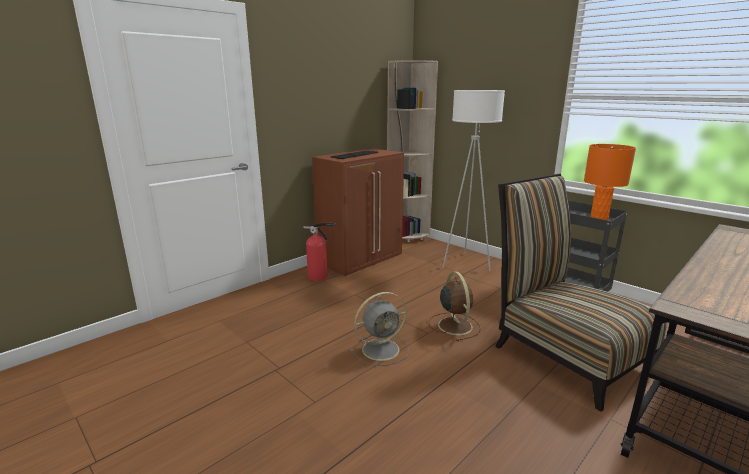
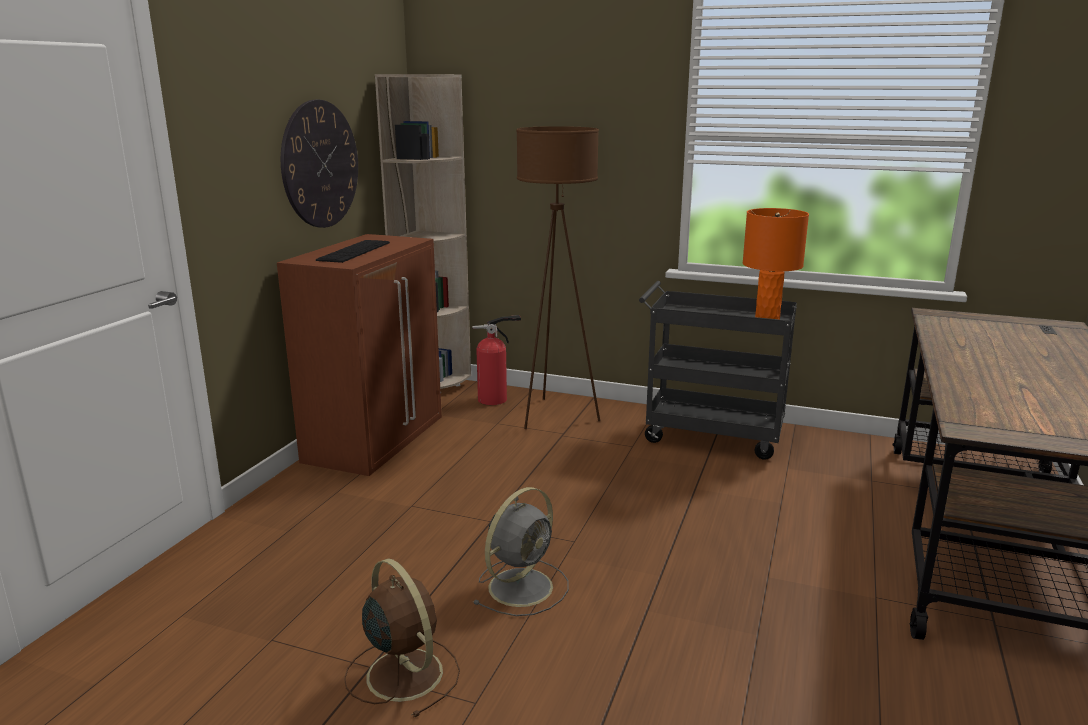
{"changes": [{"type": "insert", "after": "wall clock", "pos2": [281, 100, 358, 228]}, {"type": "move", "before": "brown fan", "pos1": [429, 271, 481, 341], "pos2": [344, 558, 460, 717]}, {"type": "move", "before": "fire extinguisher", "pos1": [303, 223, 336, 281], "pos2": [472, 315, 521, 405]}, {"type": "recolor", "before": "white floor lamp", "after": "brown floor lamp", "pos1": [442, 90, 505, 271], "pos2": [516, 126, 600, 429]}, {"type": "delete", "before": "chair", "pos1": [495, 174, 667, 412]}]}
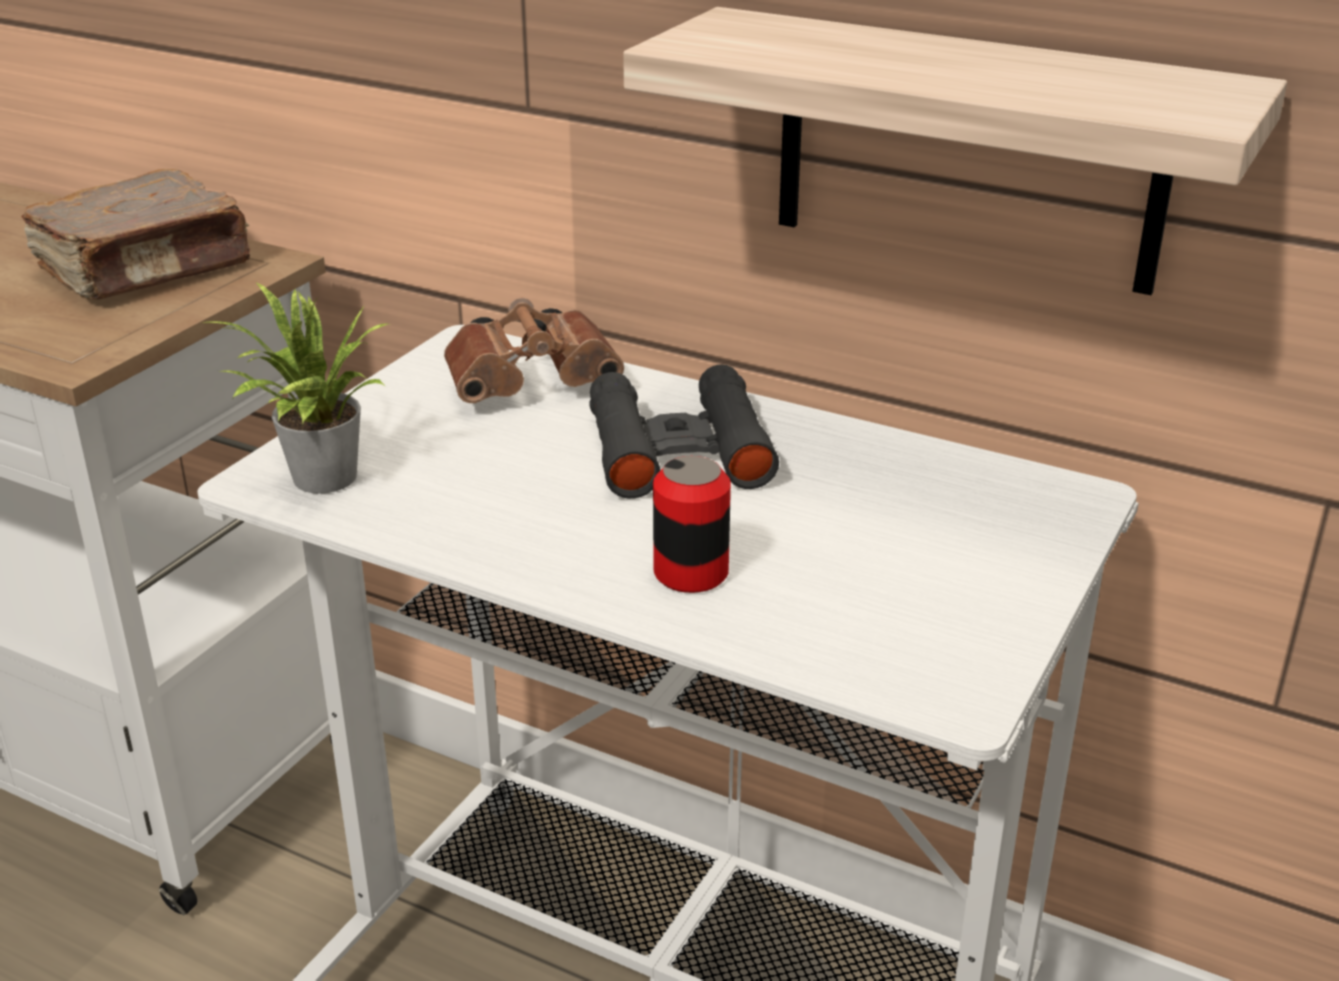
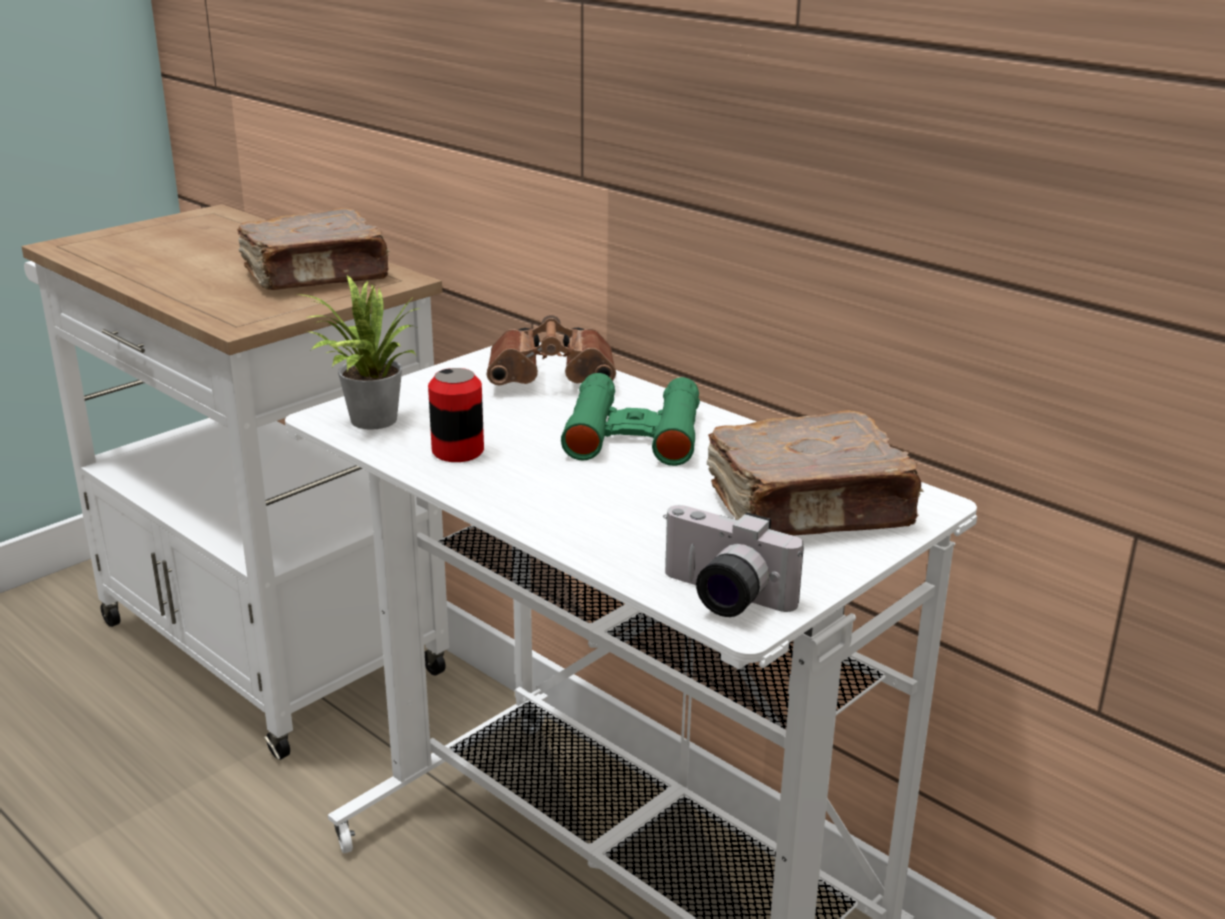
{"changes": [{"type": "move", "before": "can", "pos1": [653, 456, 731, 593], "pos2": [428, 368, 484, 462]}, {"type": "recolor", "before": "black binoculars", "after": "green binoculars", "pos1": [589, 365, 779, 499], "pos2": [561, 373, 700, 466]}, {"type": "insert", "after": "photo camera", "pos2": [663, 505, 804, 617]}, {"type": "insert", "after": "brown book", "pos2": [707, 410, 924, 536]}, {"type": "delete", "before": "shelf", "pos1": [623, 7, 1287, 295]}]}
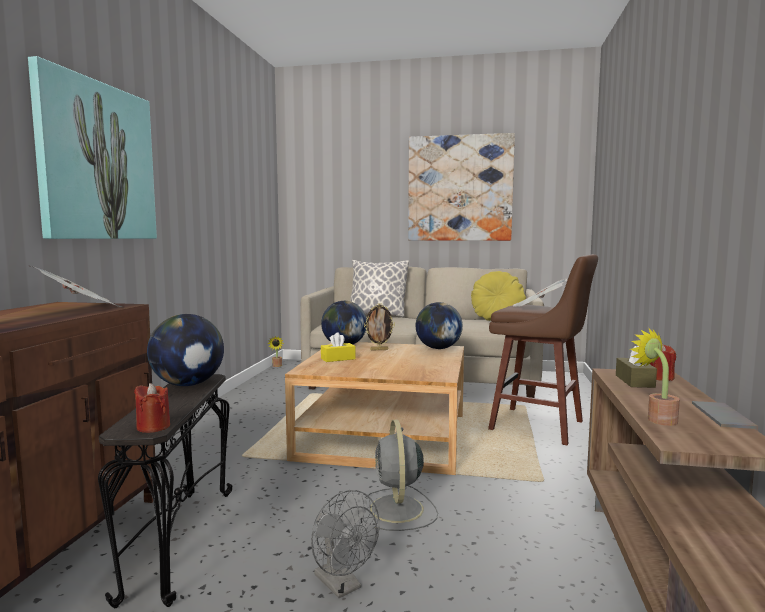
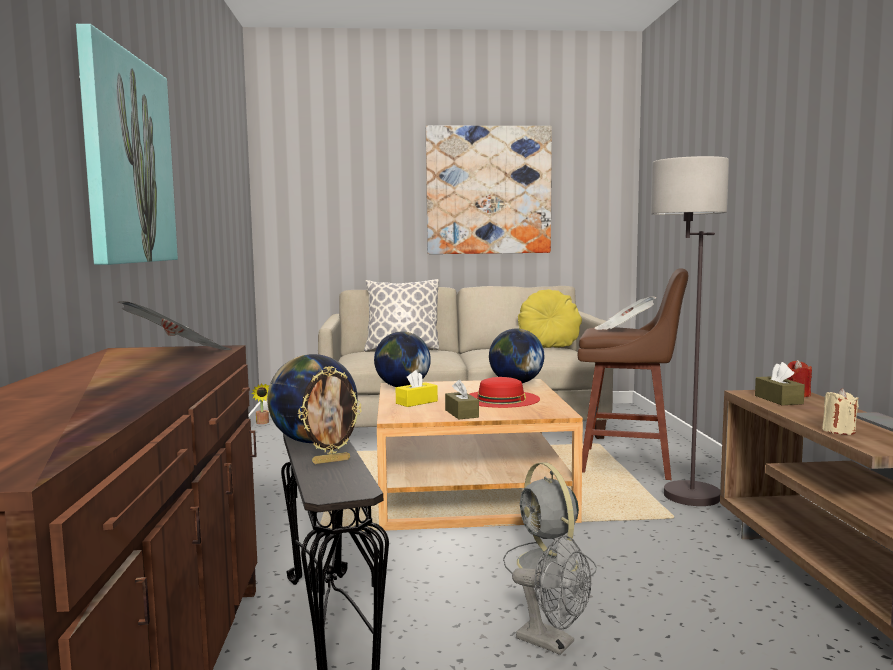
{"changes": [{"type": "move", "before": "picture frame", "pos1": [364, 303, 395, 351], "pos2": [298, 366, 362, 464]}, {"type": "insert", "after": "brown tissue box", "pos2": [445, 380, 479, 419]}, {"type": "insert", "after": "red hat", "pos2": [470, 377, 540, 408]}, {"type": "insert", "after": "grey floor lamp", "pos2": [651, 156, 729, 506]}, {"type": "replace", "before": "potted plant", "after": "beige candle", "pos1": [630, 329, 680, 426], "pos2": [822, 388, 859, 435]}, {"type": "delete", "before": "red candle", "pos1": [134, 383, 170, 433]}]}
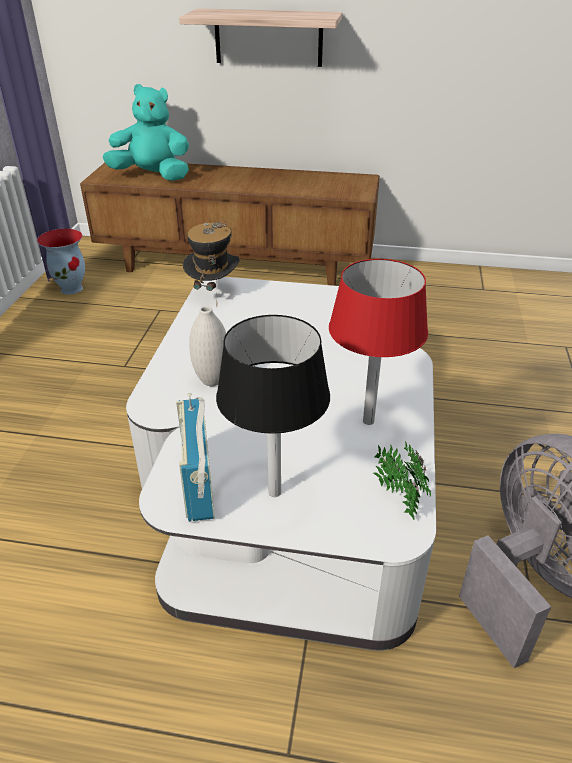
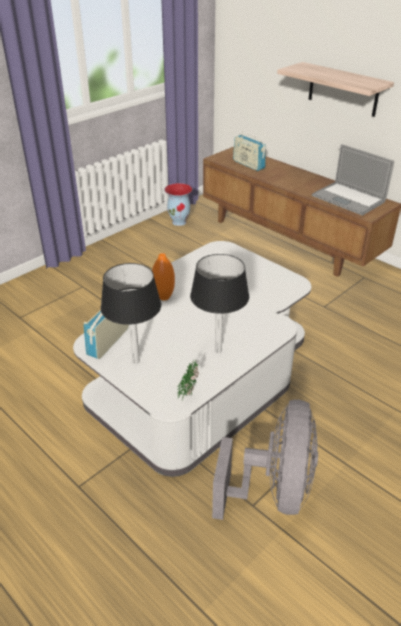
{"changes": [{"type": "recolor", "before": "white vase", "after": "orange vase", "pos1": [189, 306, 226, 386], "pos2": [152, 253, 175, 301]}, {"type": "recolor", "before": "red table lamp", "after": "black table lamp", "pos1": [329, 259, 428, 425], "pos2": [190, 254, 249, 353]}, {"type": "replace", "before": "turquoise plush toy", "after": "radio", "pos1": [103, 84, 189, 181], "pos2": [233, 130, 266, 171]}, {"type": "insert", "after": "laptop", "pos2": [312, 144, 394, 215]}, {"type": "delete", "before": "hat", "pos1": [183, 221, 240, 305]}]}
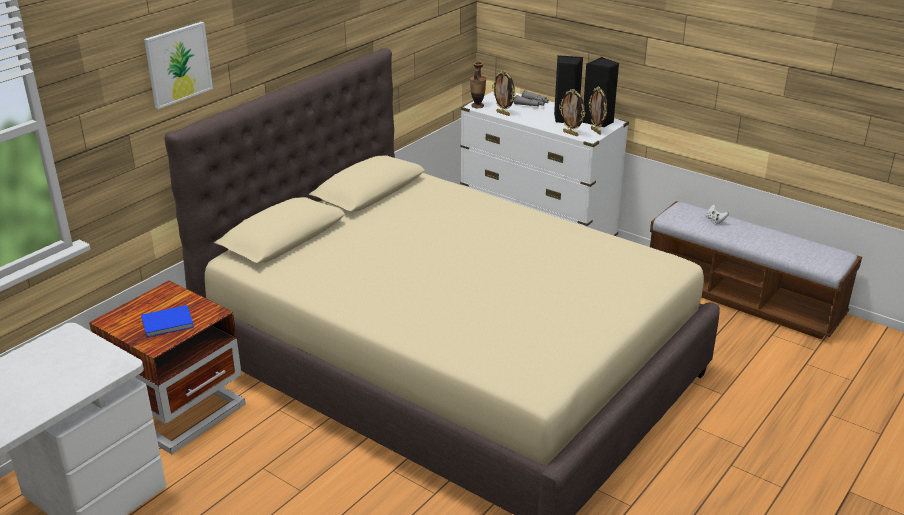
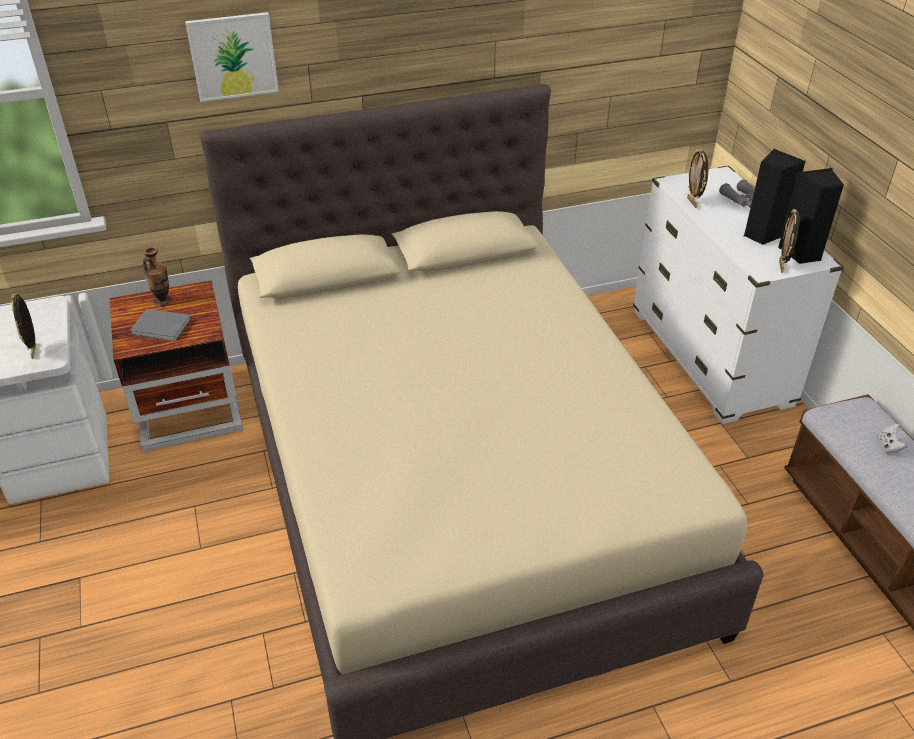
{"changes": [{"type": "move", "before": "picture frame", "pos1": [559, 89, 585, 136], "pos2": [11, 294, 36, 359]}, {"type": "recolor", "before": "blue book", "after": "grey book", "pos1": [141, 305, 194, 338], "pos2": [130, 309, 191, 342]}, {"type": "move", "before": "vase", "pos1": [470, 62, 486, 108], "pos2": [143, 247, 172, 307]}]}
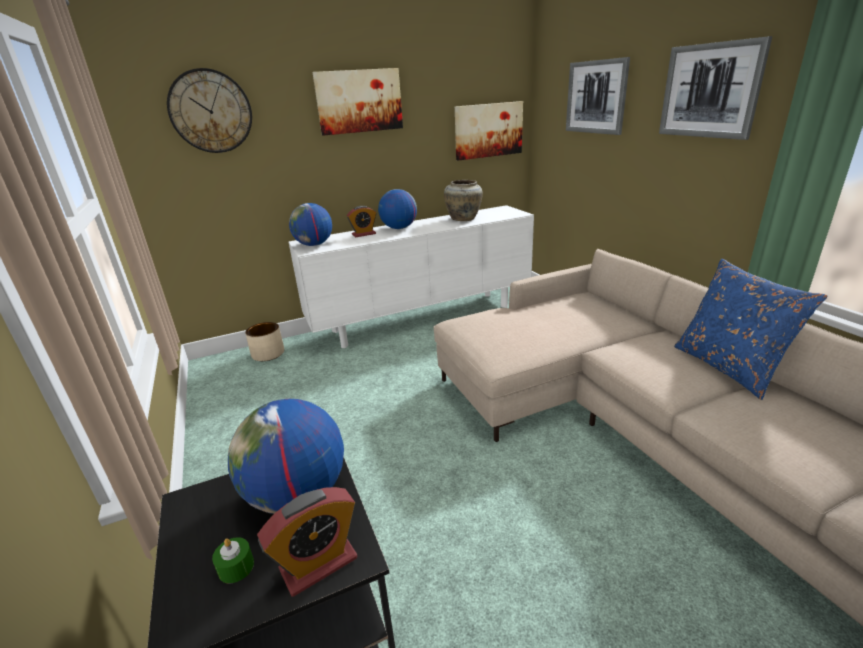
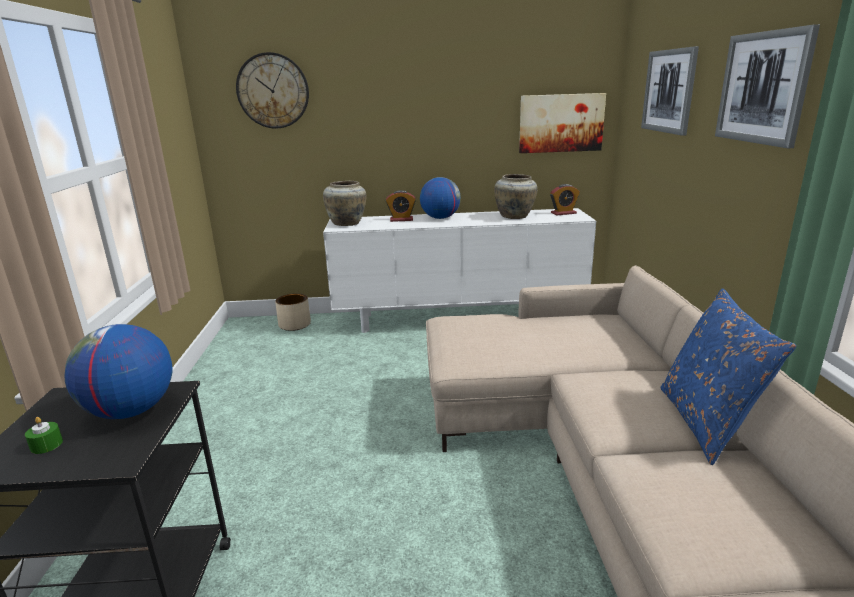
{"changes": [{"type": "replace", "before": "globe", "after": "beige vase", "pos1": [289, 203, 332, 246], "pos2": [323, 181, 366, 226]}, {"type": "move", "before": "alarm clock", "pos1": [257, 487, 358, 597], "pos2": [550, 184, 580, 216]}, {"type": "delete", "before": "picture", "pos1": [312, 68, 403, 136]}]}
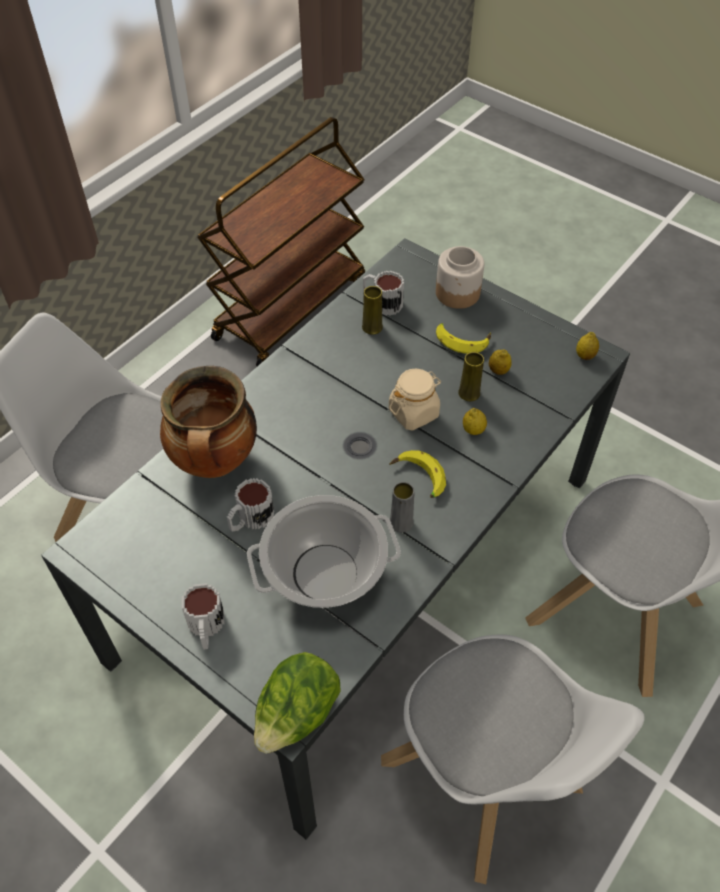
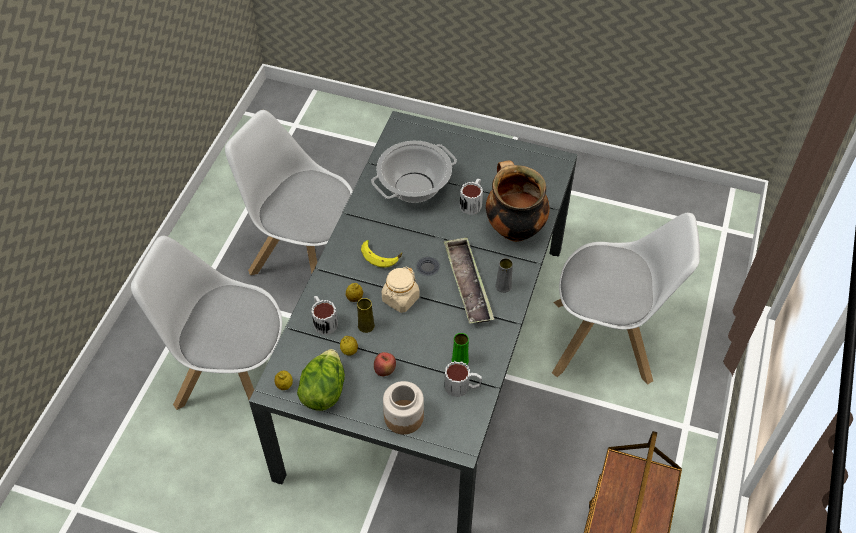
{"changes": [{"type": "move", "before": "lettuce", "pos1": [254, 652, 340, 754], "pos2": [297, 349, 345, 411]}, {"type": "move", "before": "mug", "pos1": [182, 583, 224, 650], "pos2": [311, 296, 338, 335]}, {"type": "replace", "before": "banana", "after": "apple", "pos1": [436, 323, 491, 354], "pos2": [374, 352, 396, 376]}, {"type": "insert", "after": "tray", "pos2": [444, 237, 494, 323]}, {"type": "recolor", "before": "yellow vase", "after": "green vase", "pos1": [362, 286, 383, 335], "pos2": [452, 333, 469, 365]}, {"type": "move", "before": "grey vase", "pos1": [390, 482, 414, 533], "pos2": [495, 258, 513, 293]}]}
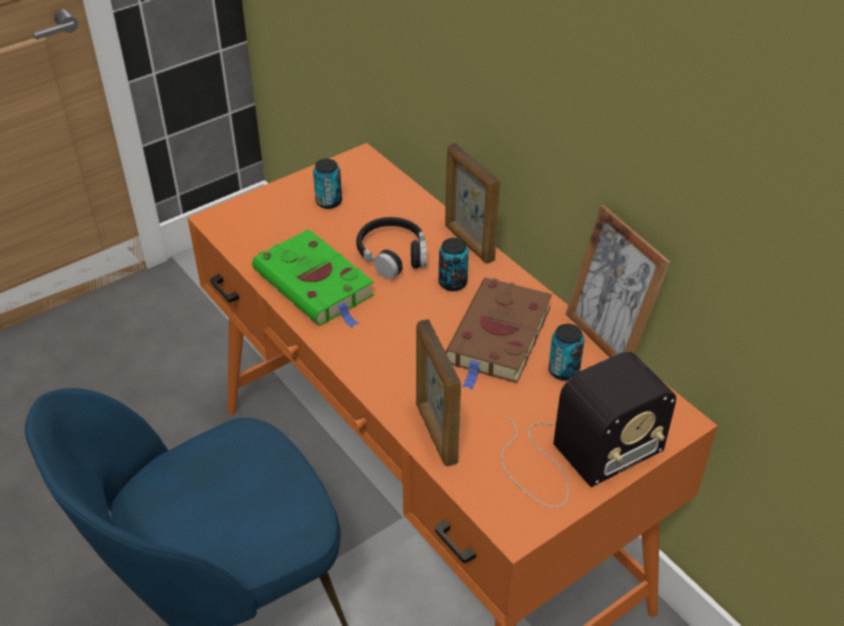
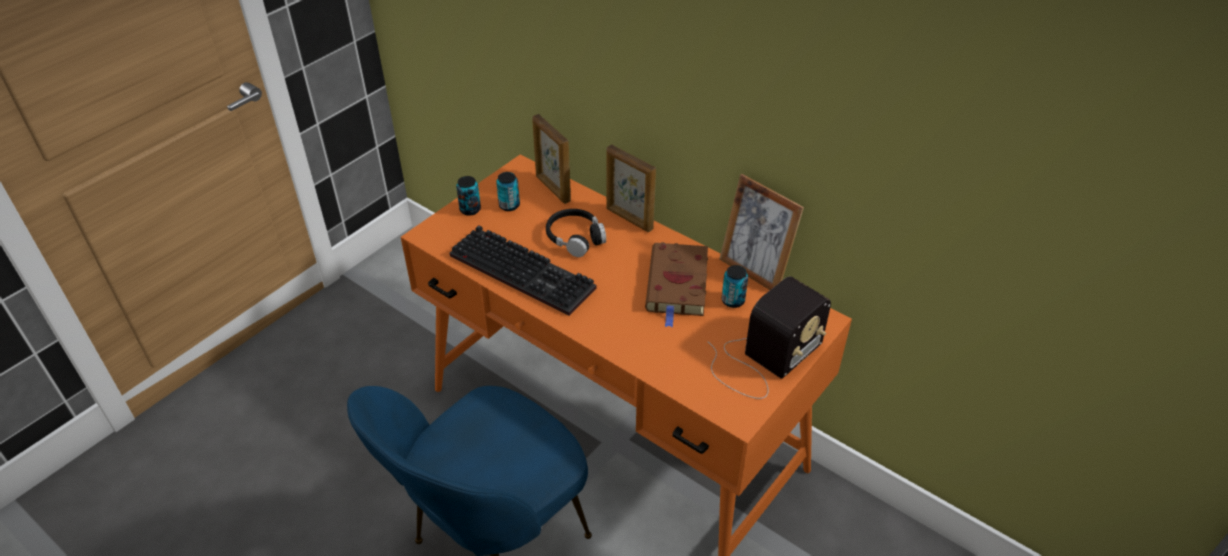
{"changes": [{"type": "replace", "before": "green book", "after": "keyboard", "pos1": [252, 229, 374, 328], "pos2": [450, 225, 597, 316]}, {"type": "move", "before": "can", "pos1": [439, 238, 469, 291], "pos2": [456, 176, 481, 216]}, {"type": "move", "before": "picture frame", "pos1": [416, 319, 461, 466], "pos2": [532, 114, 571, 204]}]}
